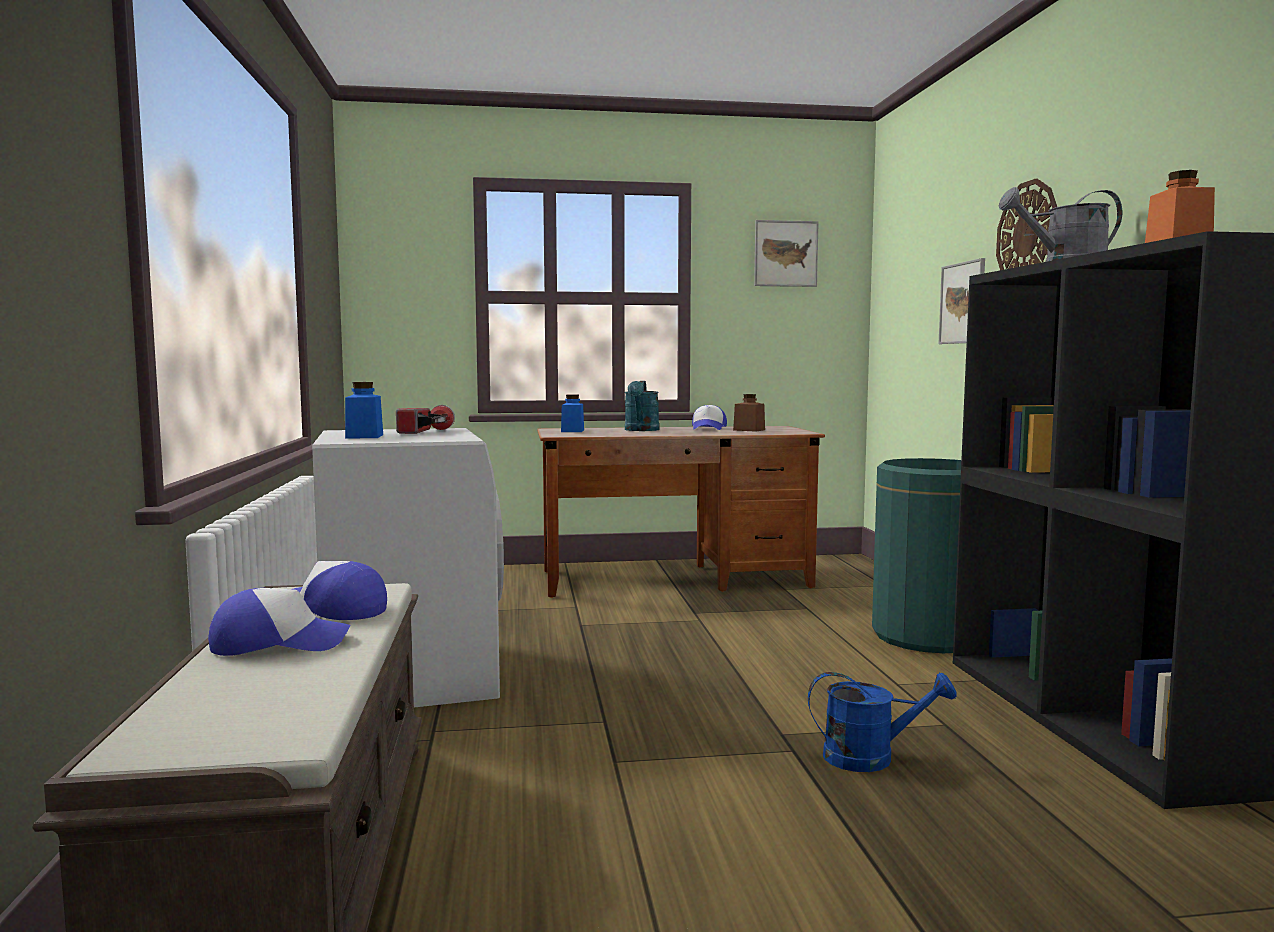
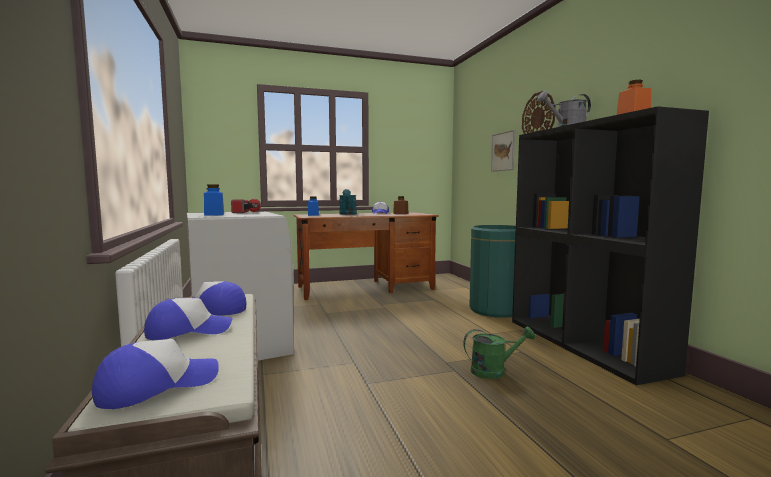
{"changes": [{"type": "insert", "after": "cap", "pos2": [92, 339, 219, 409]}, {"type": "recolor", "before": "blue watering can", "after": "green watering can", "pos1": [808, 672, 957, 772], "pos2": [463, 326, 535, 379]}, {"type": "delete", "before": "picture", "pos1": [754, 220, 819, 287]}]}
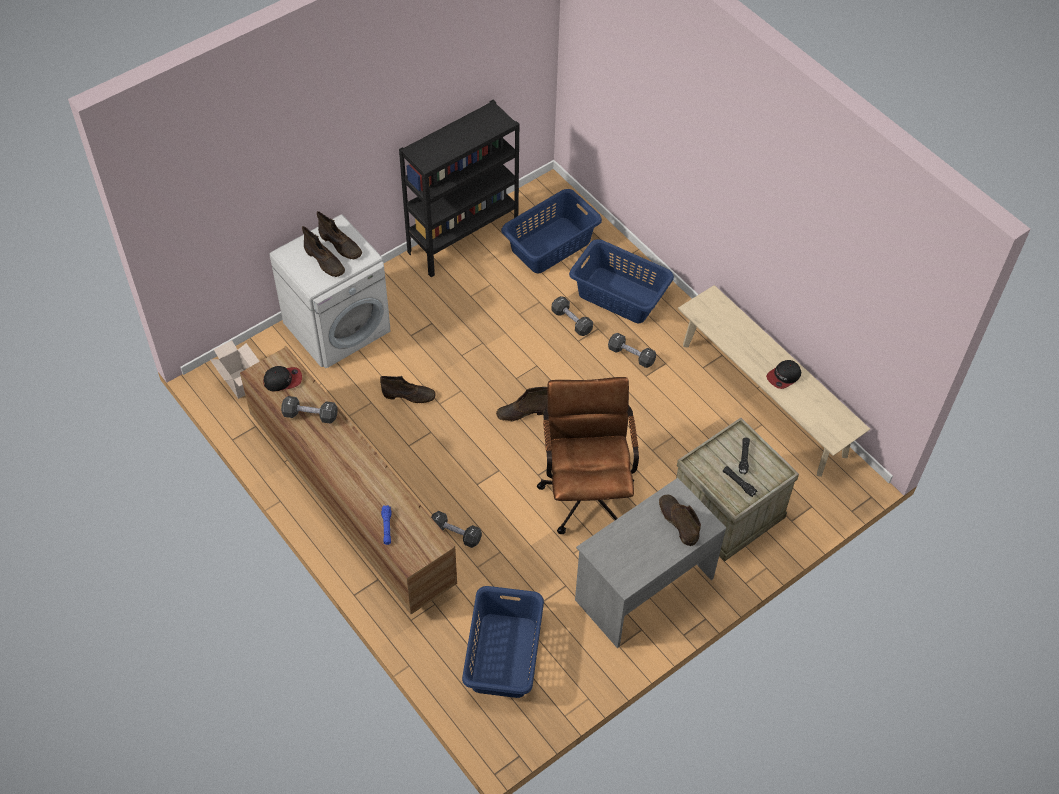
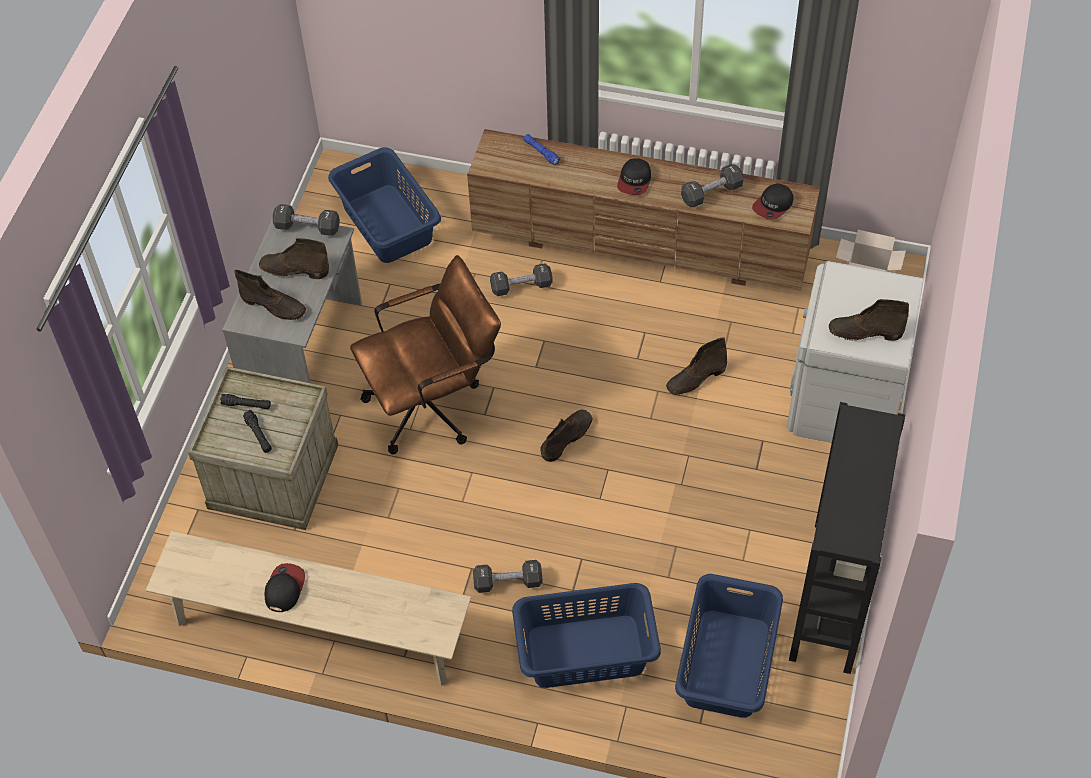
{"changes": [{"type": "move", "before": "brown boot", "pos1": [302, 226, 345, 277], "pos2": [259, 238, 329, 279]}, {"type": "move", "before": "black dumbbell", "pos1": [551, 296, 593, 336], "pos2": [272, 204, 340, 236]}, {"type": "rotate", "before": "brown office chair", "pos1": [537, 377, 639, 534], "pos2": [350, 255, 501, 455], "turn": -75}, {"type": "insert", "after": "cap", "pos2": [617, 158, 651, 195]}]}
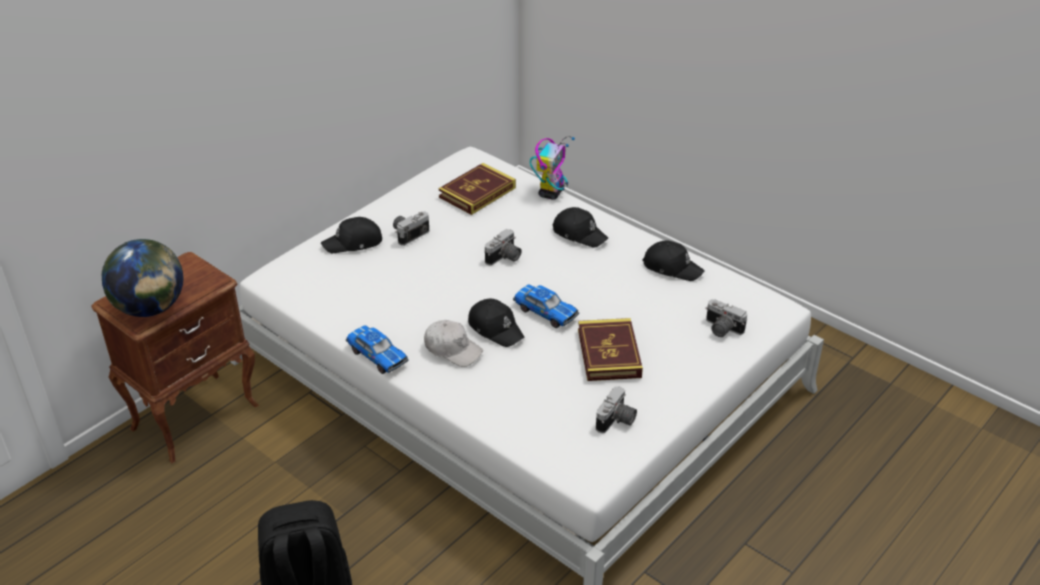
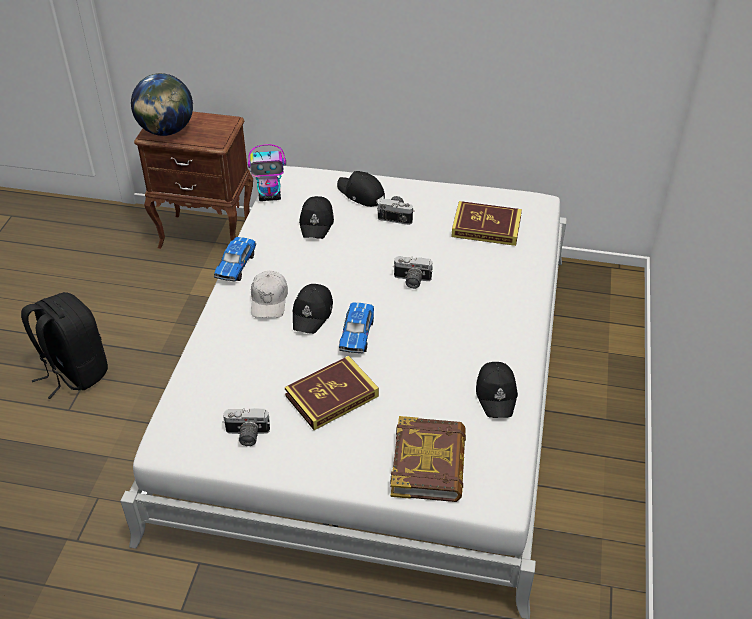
{"changes": [{"type": "move", "before": "toy robot", "pos1": [530, 136, 575, 200], "pos2": [248, 144, 286, 201]}, {"type": "move", "before": "black cap", "pos1": [552, 207, 608, 247], "pos2": [299, 196, 334, 239]}, {"type": "replace", "before": "photo camera", "after": "book", "pos1": [705, 299, 747, 337], "pos2": [390, 416, 466, 502]}]}
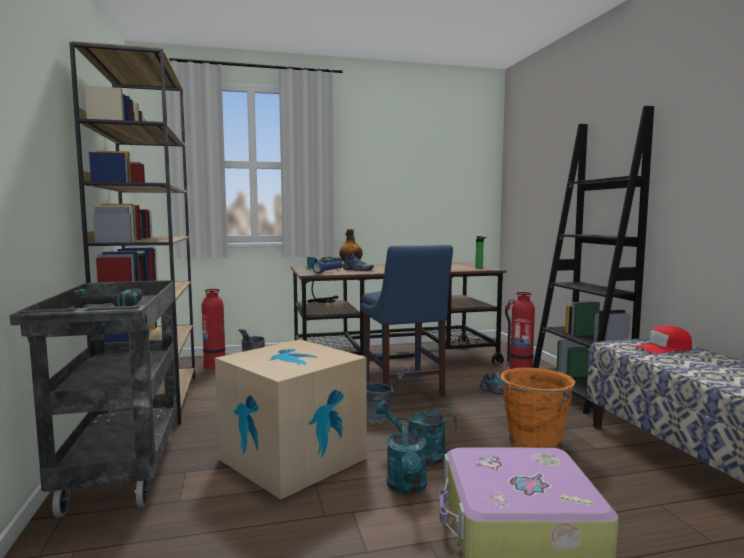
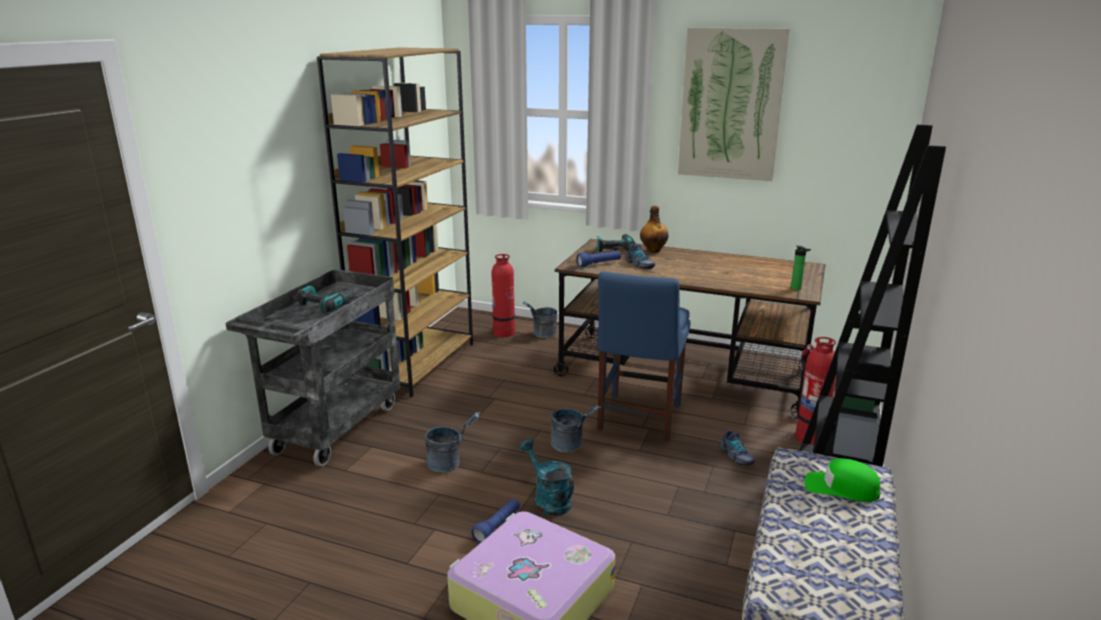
{"changes": [{"type": "replace", "before": "cardboard box", "after": "grey bucket", "pos1": [215, 339, 367, 500], "pos2": [425, 412, 480, 473]}, {"type": "replace", "before": "turquoise watering can", "after": "blue flashlight", "pos1": [387, 421, 427, 494], "pos2": [471, 499, 520, 543]}, {"type": "insert", "after": "picture", "pos2": [678, 28, 790, 181]}, {"type": "recolor", "before": "red cap", "after": "green cap", "pos1": [635, 326, 692, 354], "pos2": [805, 458, 880, 502]}, {"type": "delete", "before": "orange bucket", "pos1": [497, 368, 576, 449]}]}
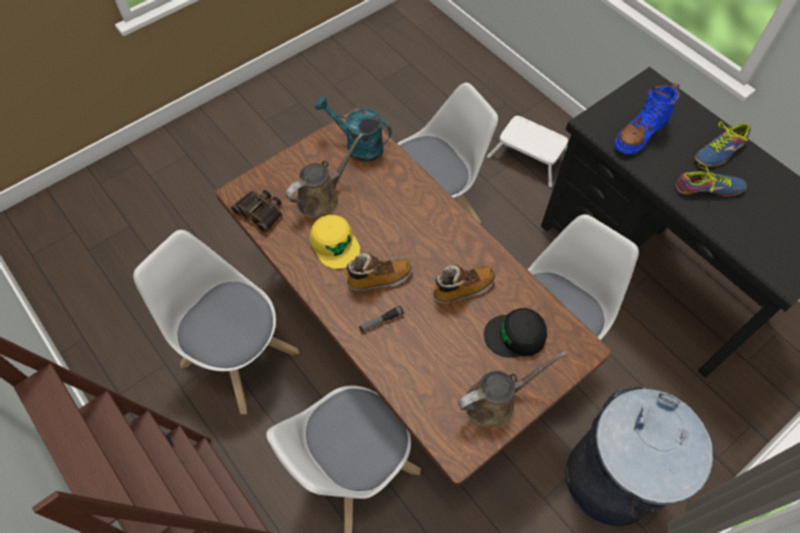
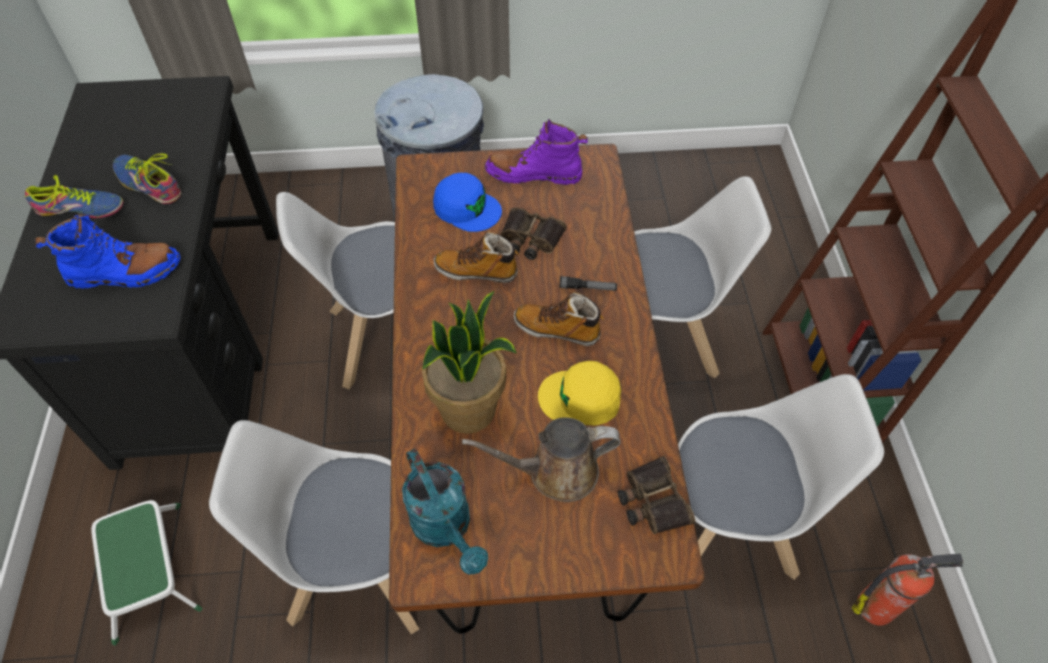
{"changes": [{"type": "recolor", "before": "white step ladder", "after": "green step ladder", "pos1": [487, 116, 568, 187], "pos2": [91, 500, 203, 646]}, {"type": "insert", "after": "potted plant", "pos2": [422, 291, 517, 434]}, {"type": "recolor", "before": "black cap", "after": "blue cap", "pos1": [484, 308, 547, 357], "pos2": [433, 173, 502, 232]}, {"type": "replace", "before": "brown watering can", "after": "purple boot", "pos1": [458, 351, 567, 428], "pos2": [485, 119, 588, 185]}, {"type": "insert", "after": "binoculars", "pos2": [501, 207, 567, 260]}, {"type": "rotate", "before": "yellow cap", "pos1": [309, 215, 360, 269], "pos2": [538, 361, 621, 426], "turn": -90}, {"type": "rotate", "before": "chair", "pos1": [133, 230, 299, 414], "pos2": [678, 374, 884, 580], "turn": -75}, {"type": "insert", "after": "fire extinguisher", "pos2": [852, 554, 964, 626]}]}
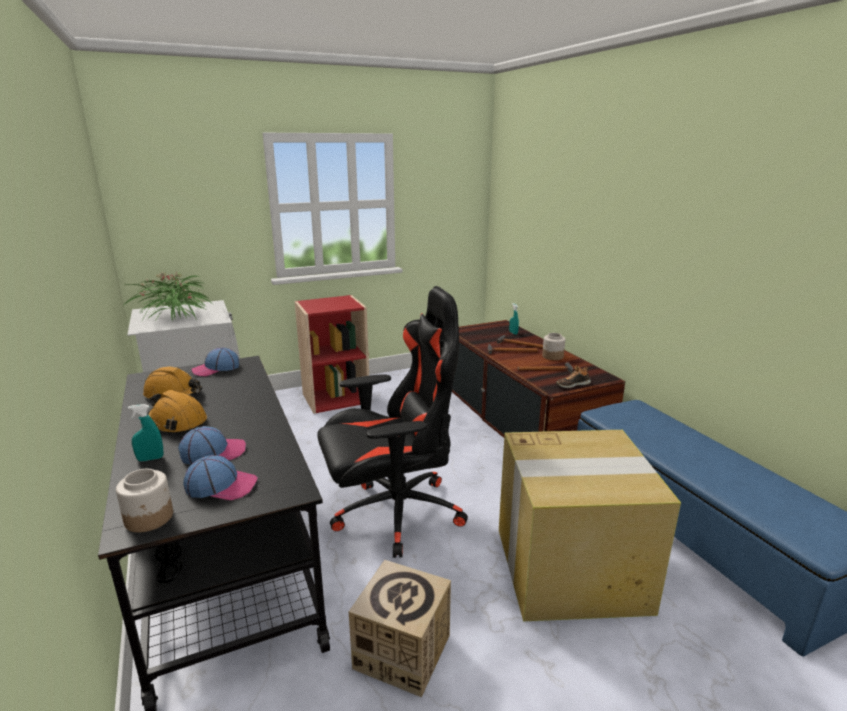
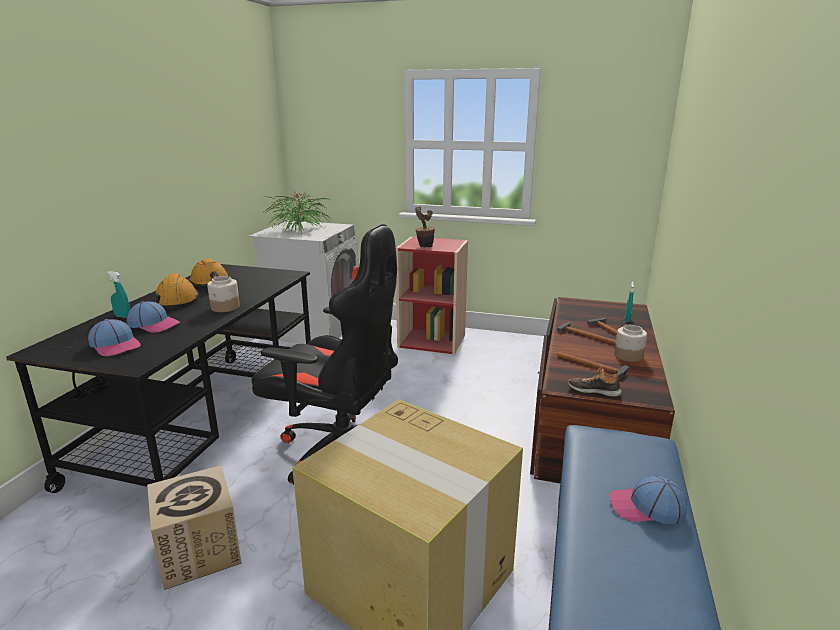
{"changes": [{"type": "move", "before": "jar", "pos1": [116, 469, 173, 532], "pos2": [207, 276, 240, 312]}, {"type": "insert", "after": "potted plant", "pos2": [415, 206, 435, 247]}, {"type": "move", "before": "cap", "pos1": [192, 347, 239, 376], "pos2": [610, 476, 687, 524]}]}
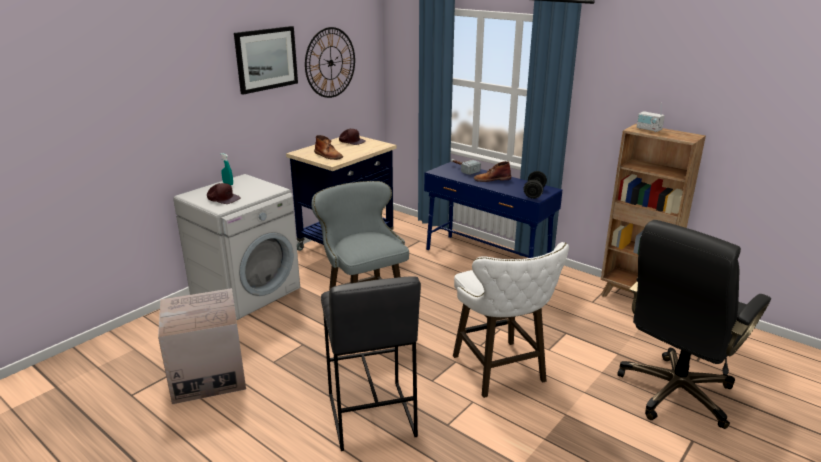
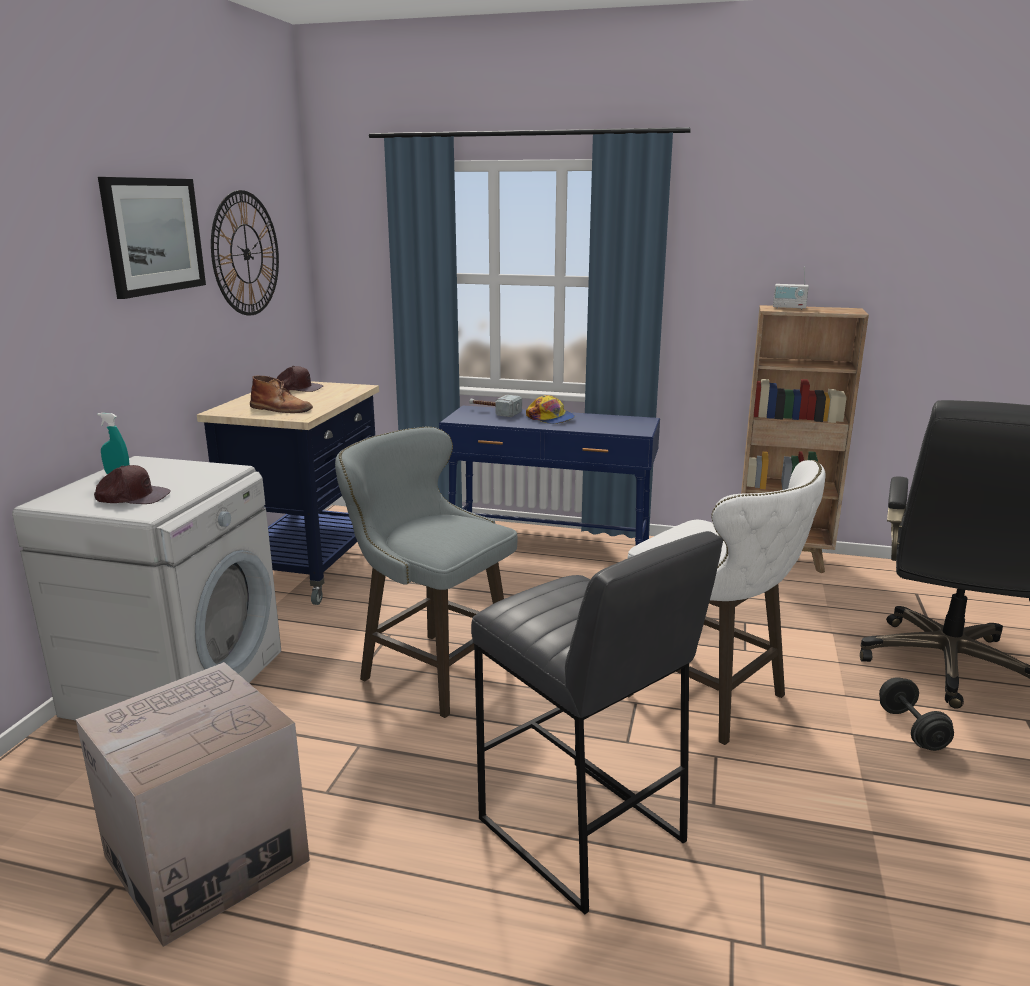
{"changes": [{"type": "replace", "before": "brown boot", "after": "cap", "pos1": [474, 161, 511, 182], "pos2": [526, 395, 575, 424]}, {"type": "move", "before": "black dumbbell", "pos1": [524, 171, 547, 199], "pos2": [879, 677, 954, 751]}]}
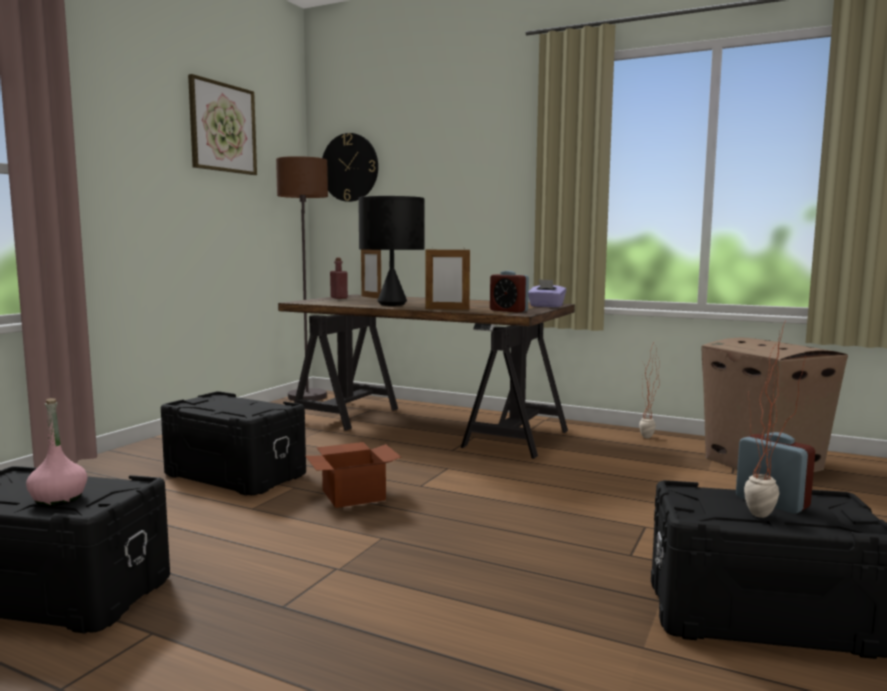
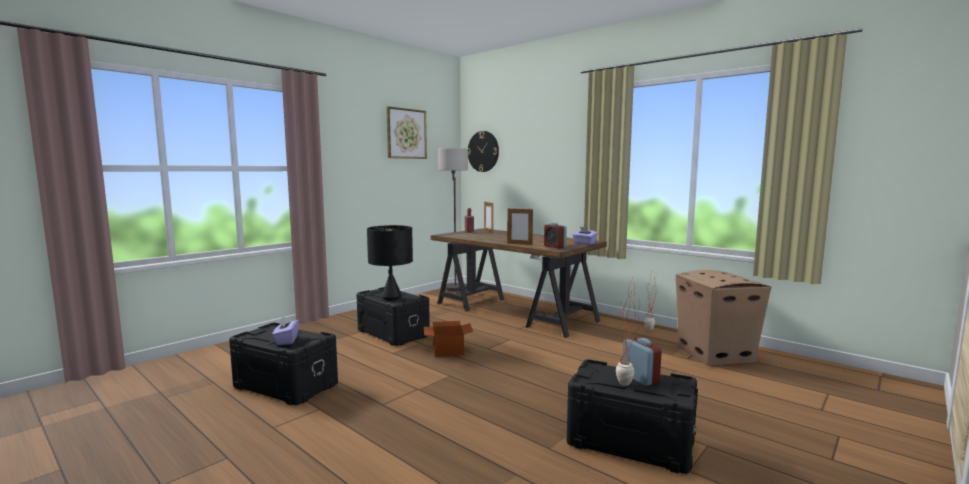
{"changes": [{"type": "replace", "before": "pink bottle", "after": "purple tissue box", "pos1": [26, 398, 88, 506], "pos2": [272, 316, 299, 345]}, {"type": "move", "before": "black table lamp", "pos1": [358, 196, 425, 306], "pos2": [367, 225, 413, 300]}, {"type": "recolor", "before": "brown floor lamp", "after": "grey floor lamp", "pos1": [276, 156, 328, 401], "pos2": [438, 148, 468, 291]}]}
